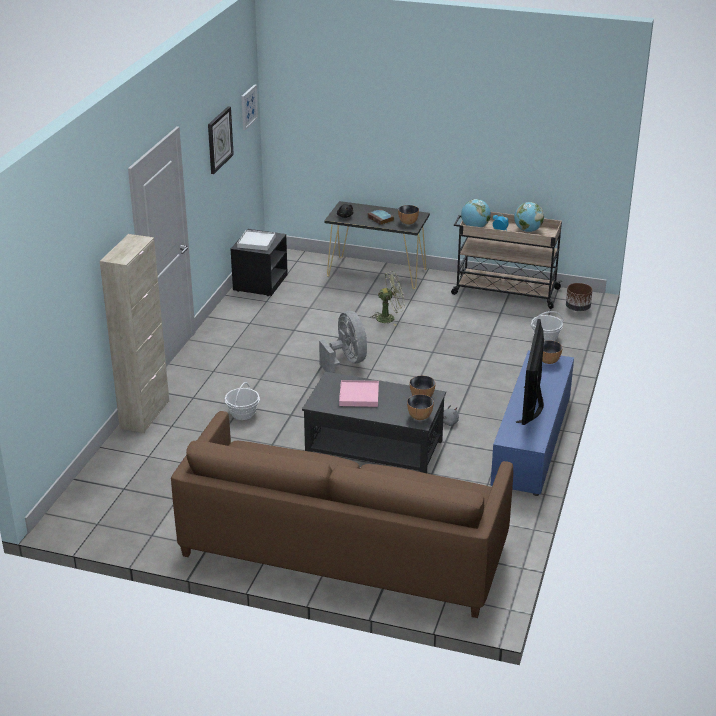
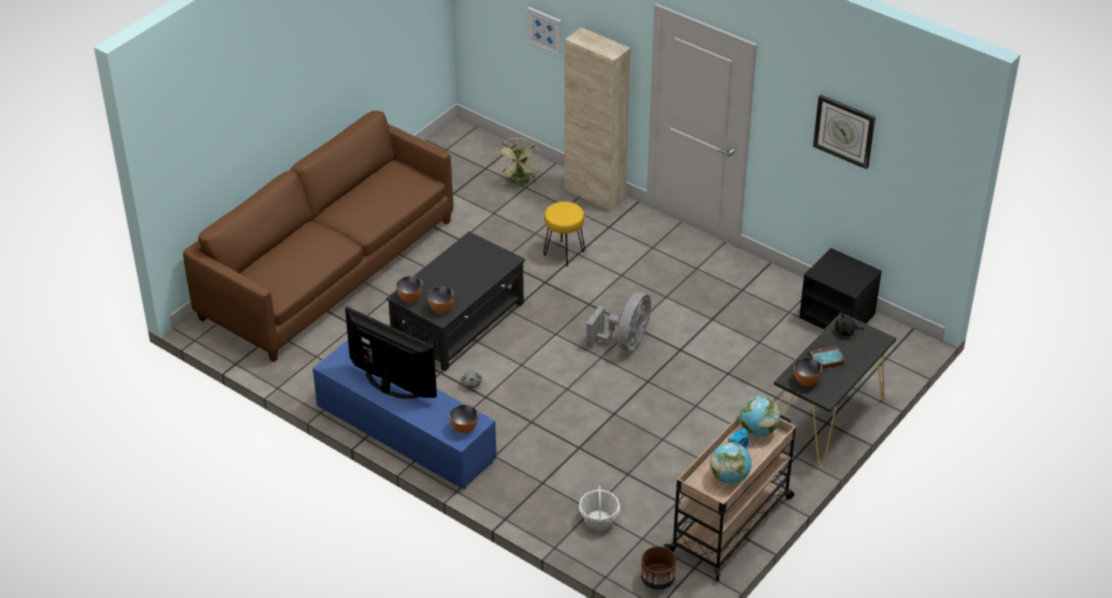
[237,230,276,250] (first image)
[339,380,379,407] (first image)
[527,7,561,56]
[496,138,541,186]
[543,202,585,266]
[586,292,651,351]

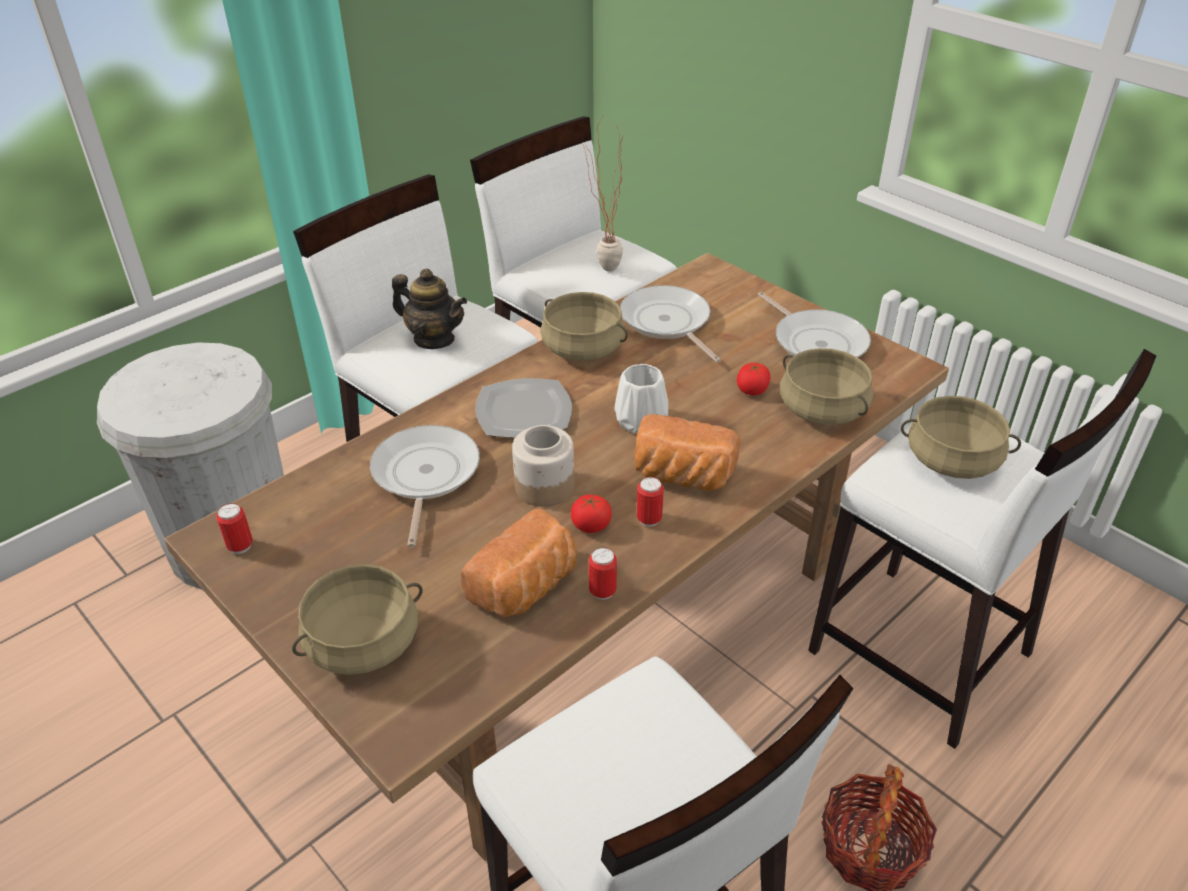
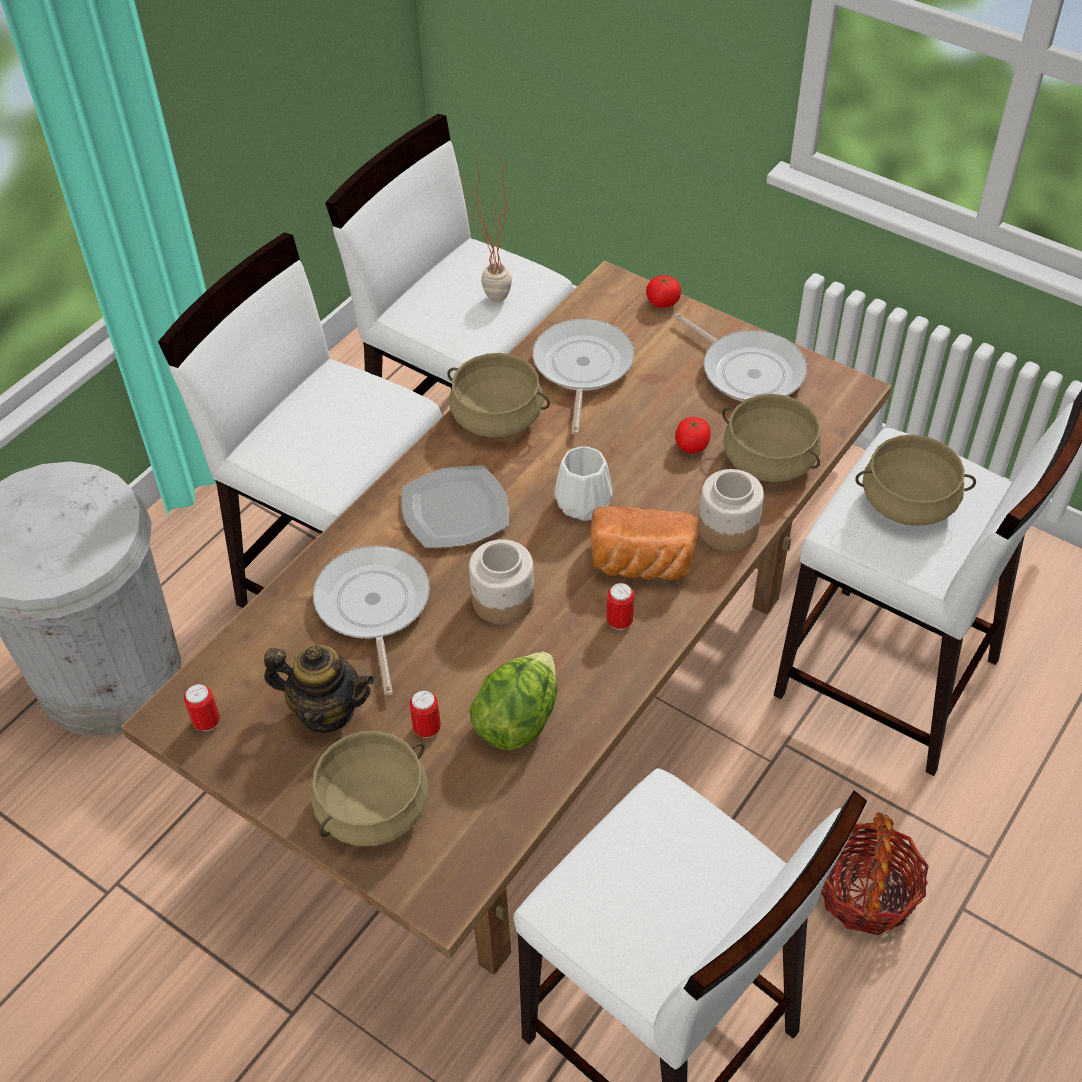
[698,469,764,552]
[264,645,375,733]
[646,275,681,308]
[410,690,441,738]
[470,652,557,750]
[533,319,634,435]

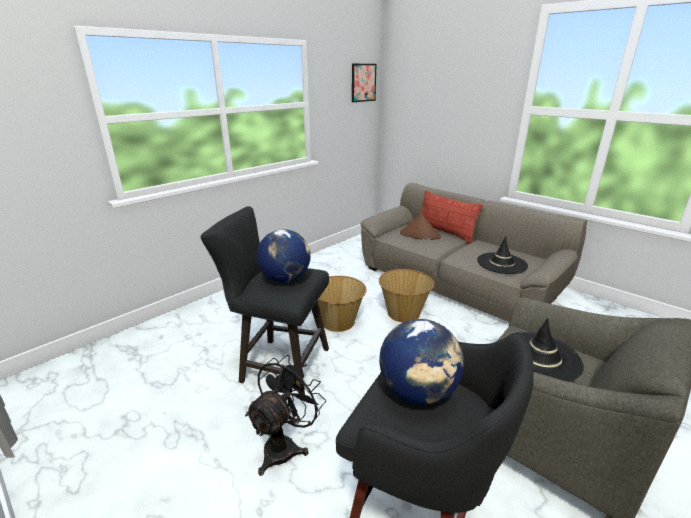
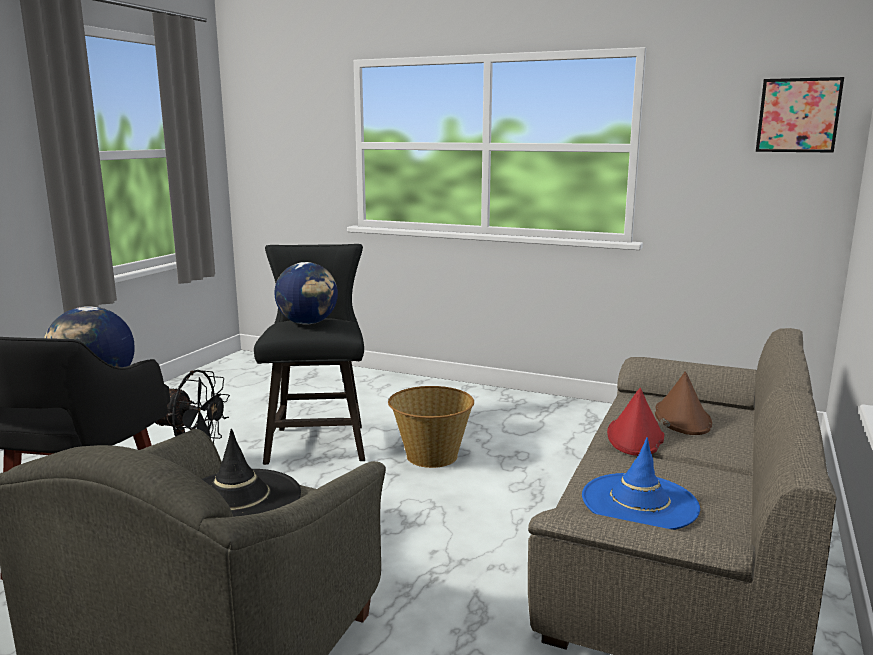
[379,269,434,323] (first image)
[420,191,483,243] (first image)
[607,388,664,456]
[582,437,700,530]

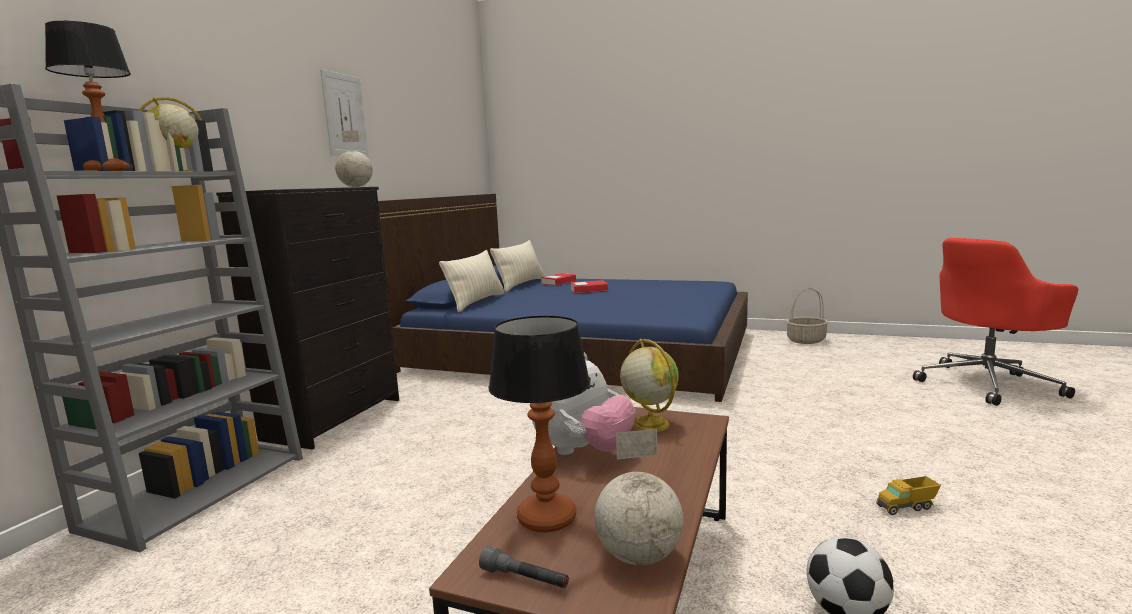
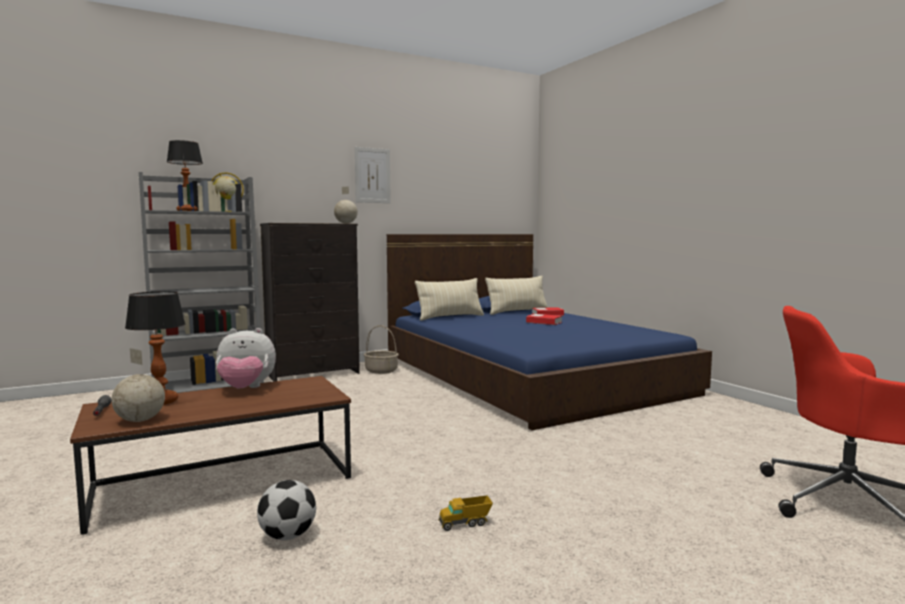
[620,339,679,432] (first image)
[364,325,399,374]
[439,496,493,531]

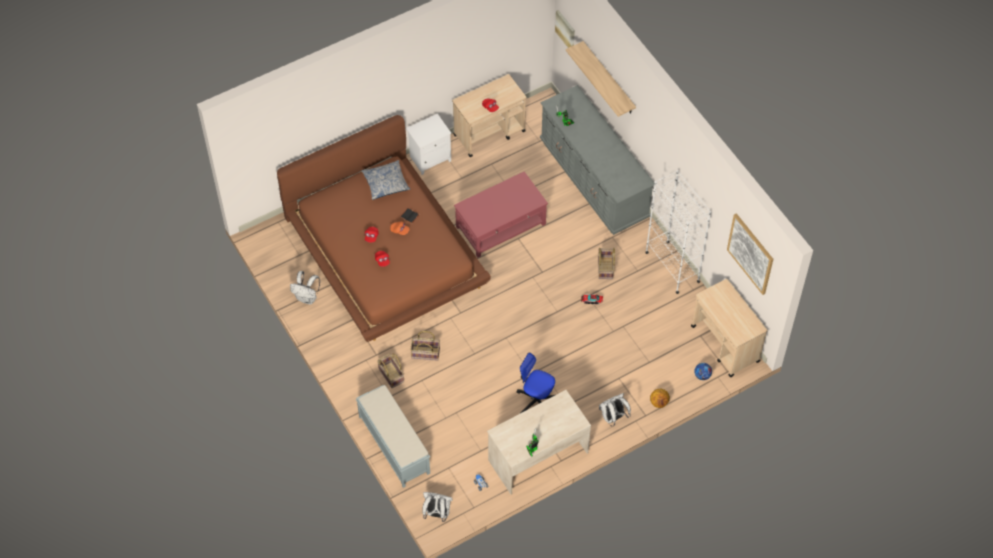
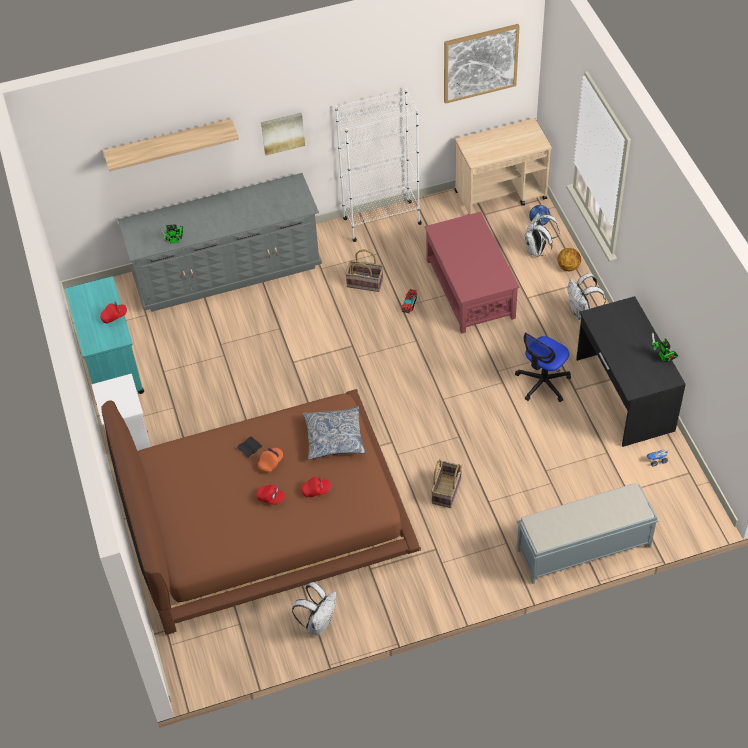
[377,353,404,388] (first image)
[303,406,365,460]
[525,213,560,257]
[425,212,519,334]
[261,113,305,155]
[65,276,144,405]
[576,296,686,447]

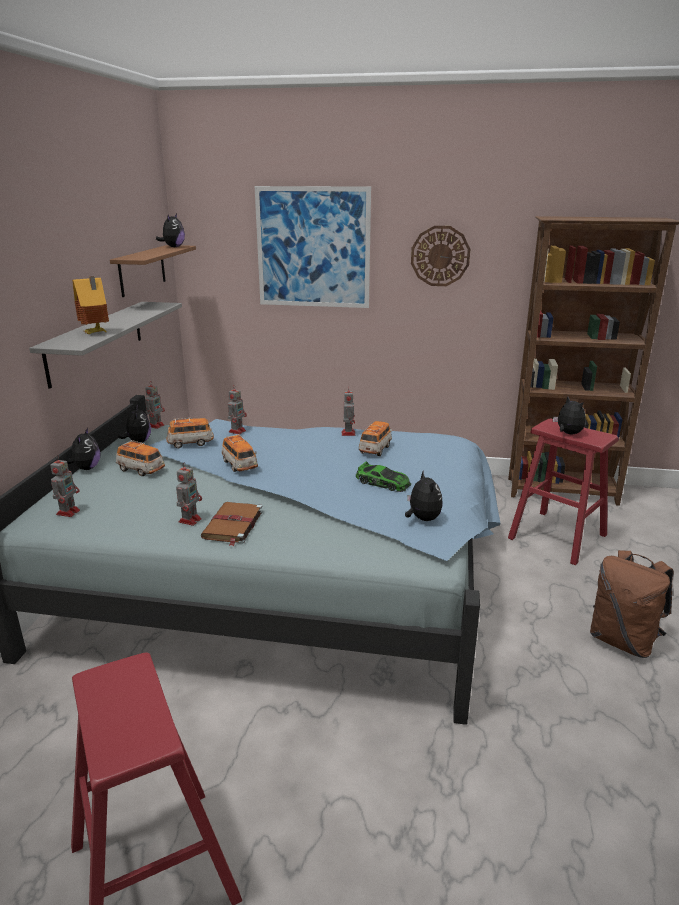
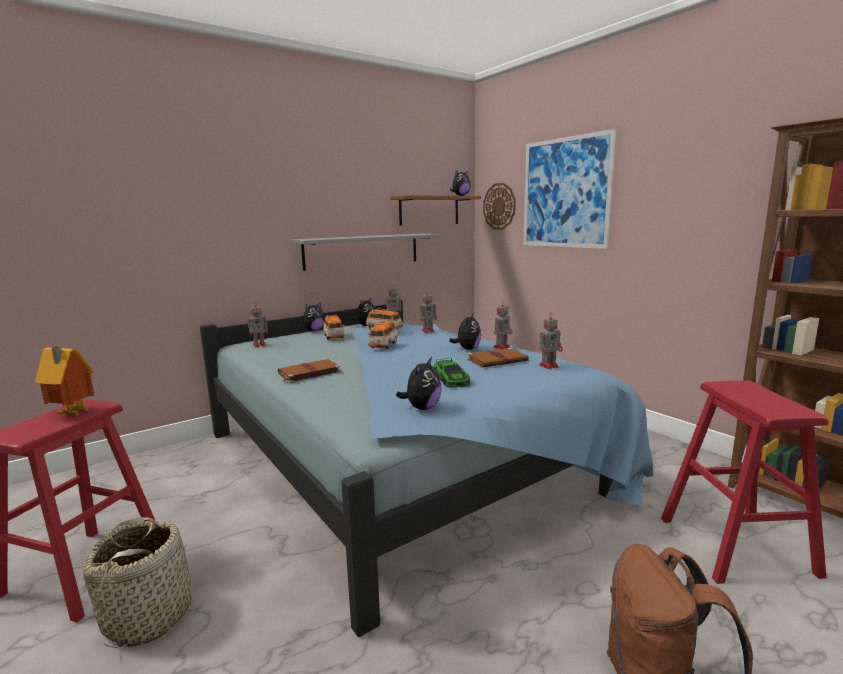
[83,517,191,648]
[35,347,94,416]
[539,312,563,369]
[483,183,516,230]
[449,313,481,350]
[467,348,529,367]

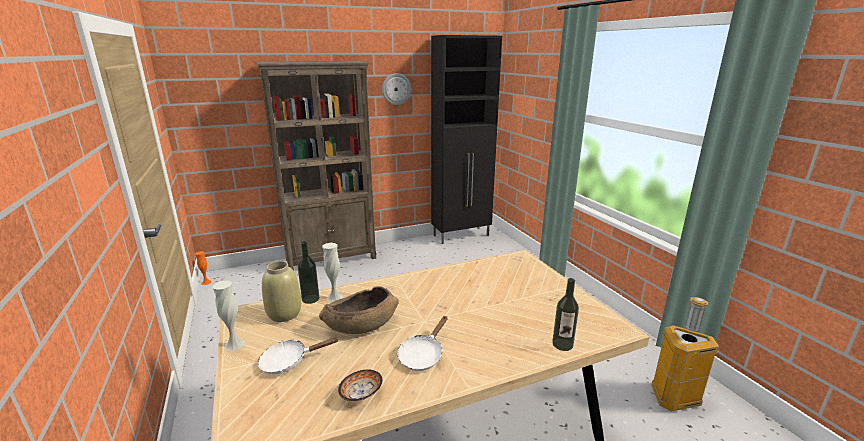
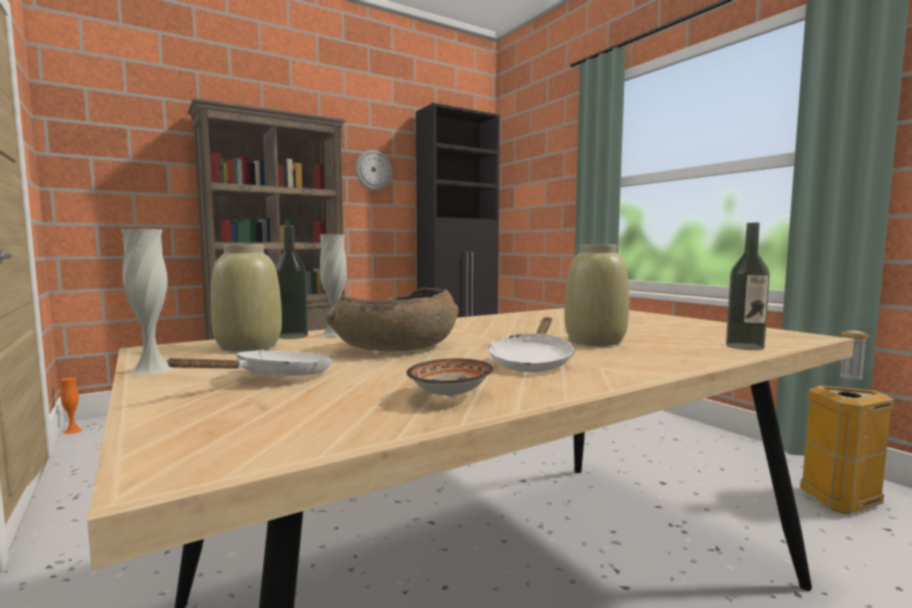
[565,245,629,346]
[166,351,333,376]

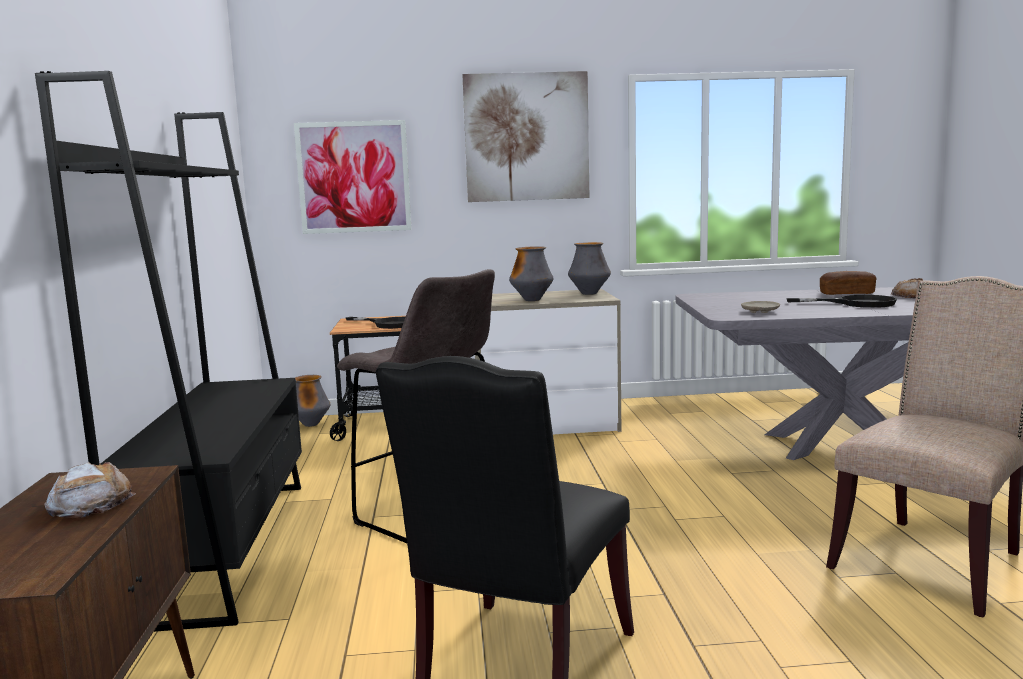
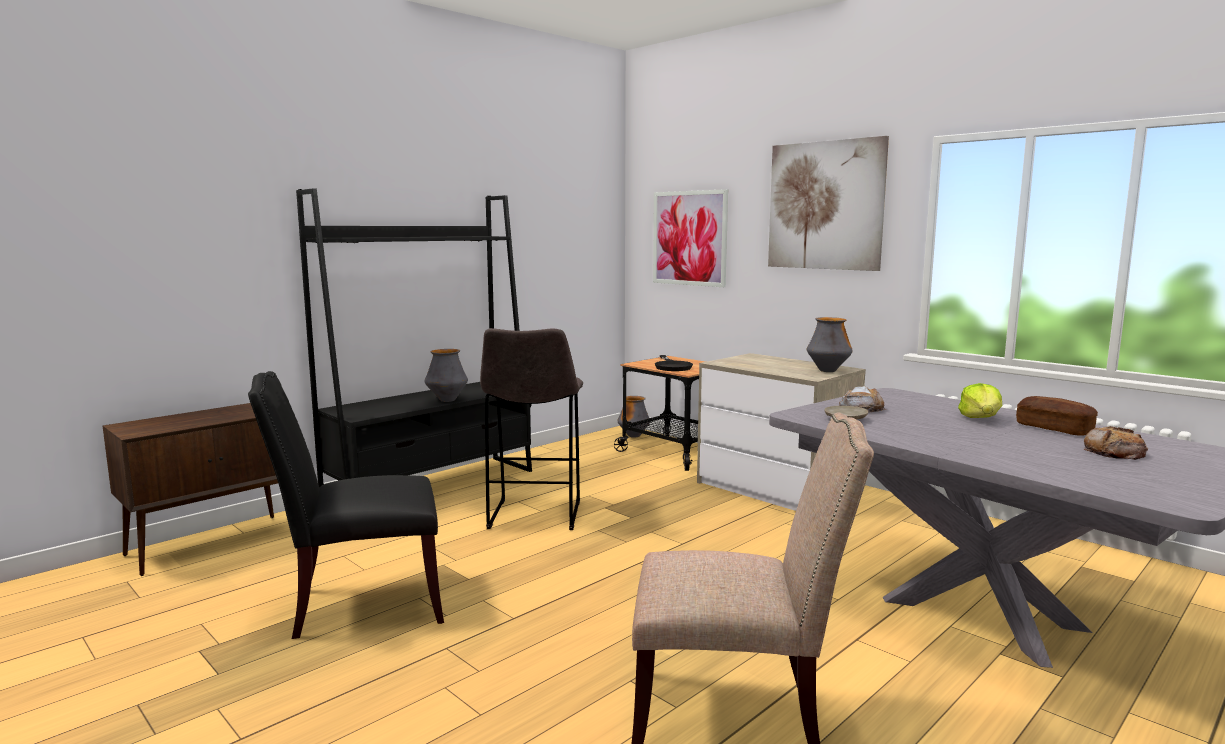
[786,295,897,308] (first image)
[958,383,1002,418]
[839,386,886,412]
[425,349,468,402]

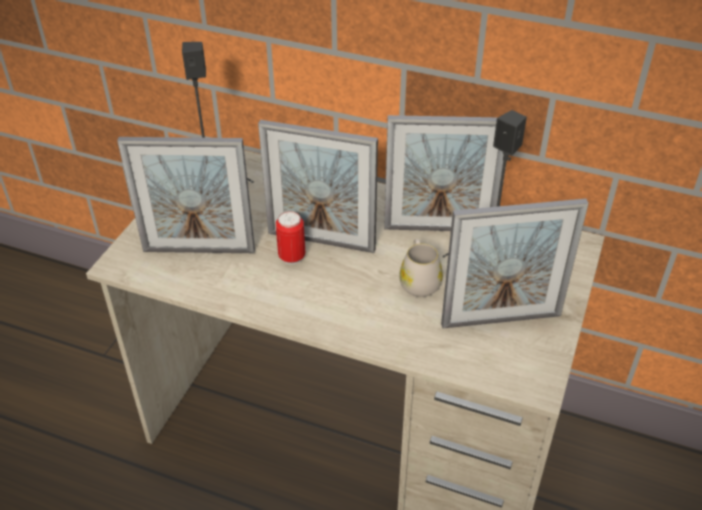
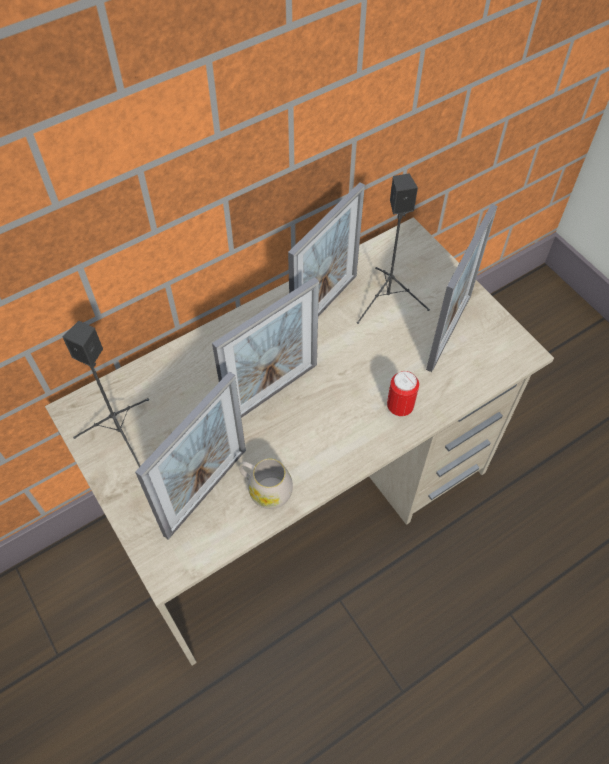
[387,371,419,417]
[239,458,293,509]

